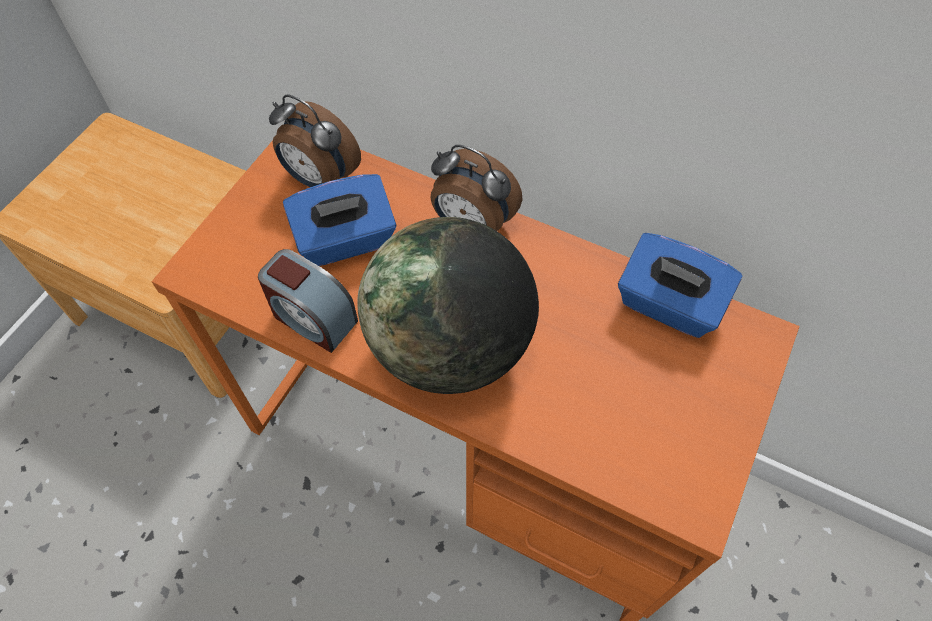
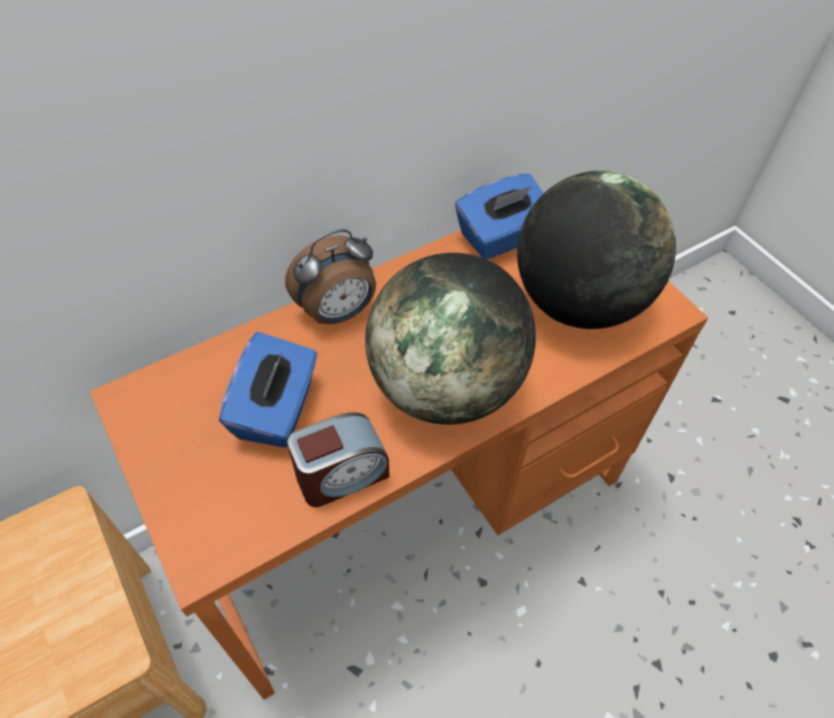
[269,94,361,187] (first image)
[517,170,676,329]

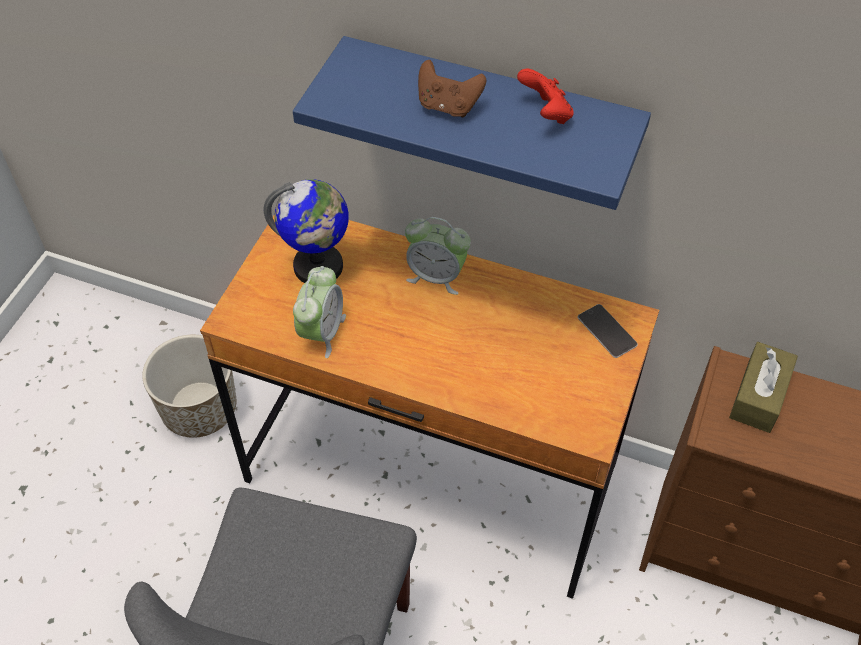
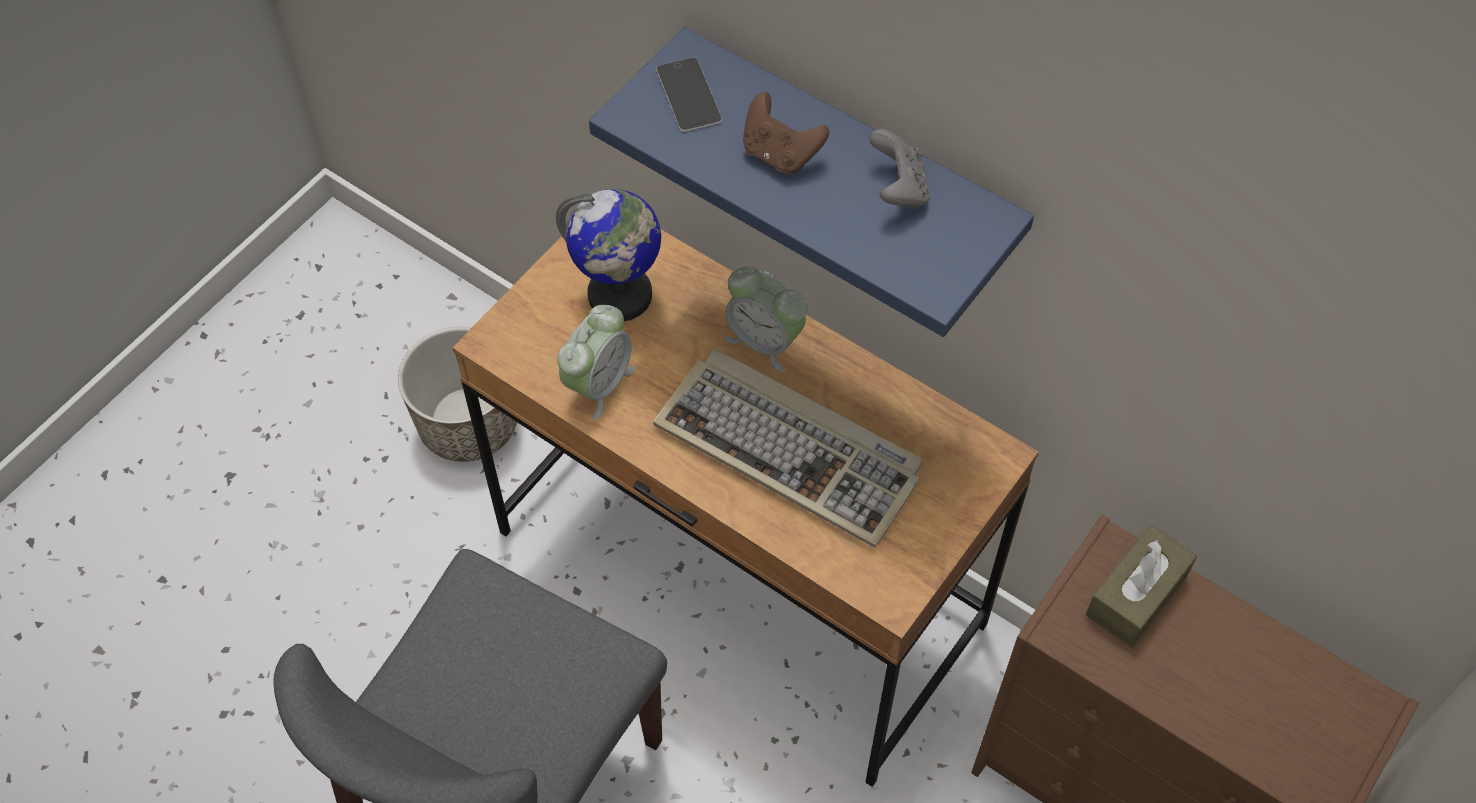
[653,349,922,547]
[656,57,722,132]
[869,129,930,209]

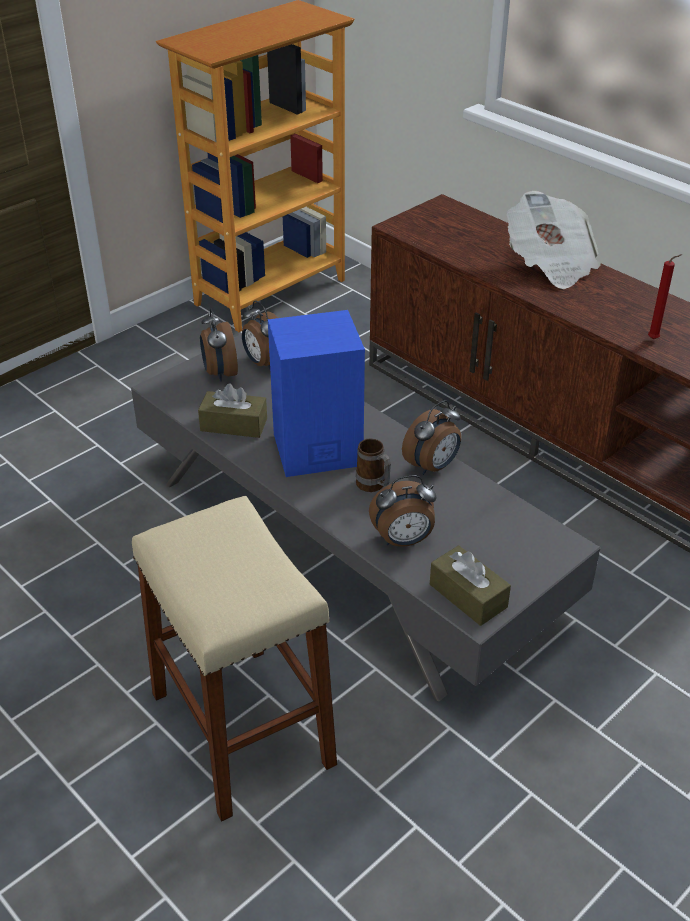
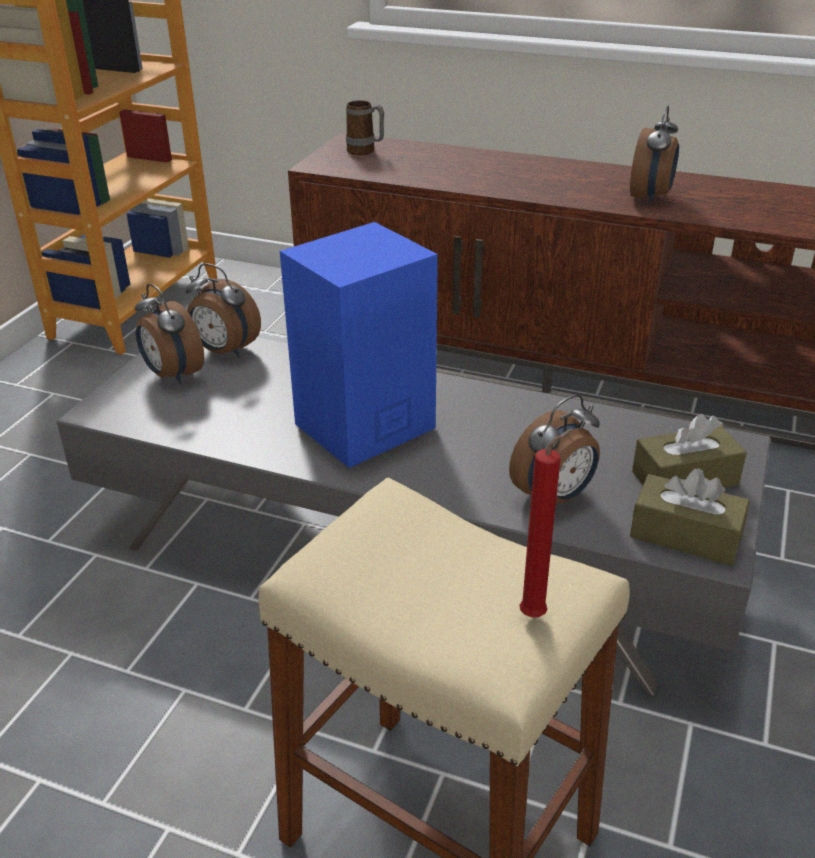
[507,191,601,289] (first image)
[632,414,747,488]
[346,100,384,155]
[630,106,679,204]
[519,429,573,617]

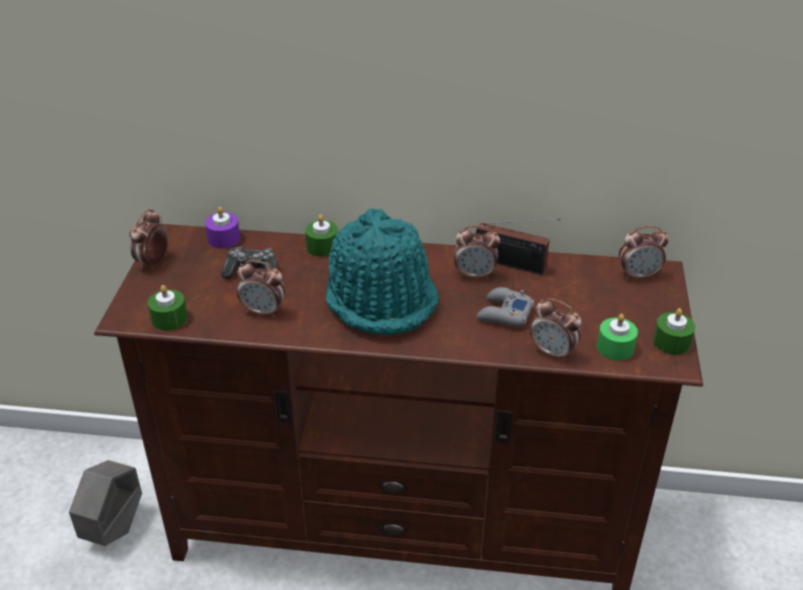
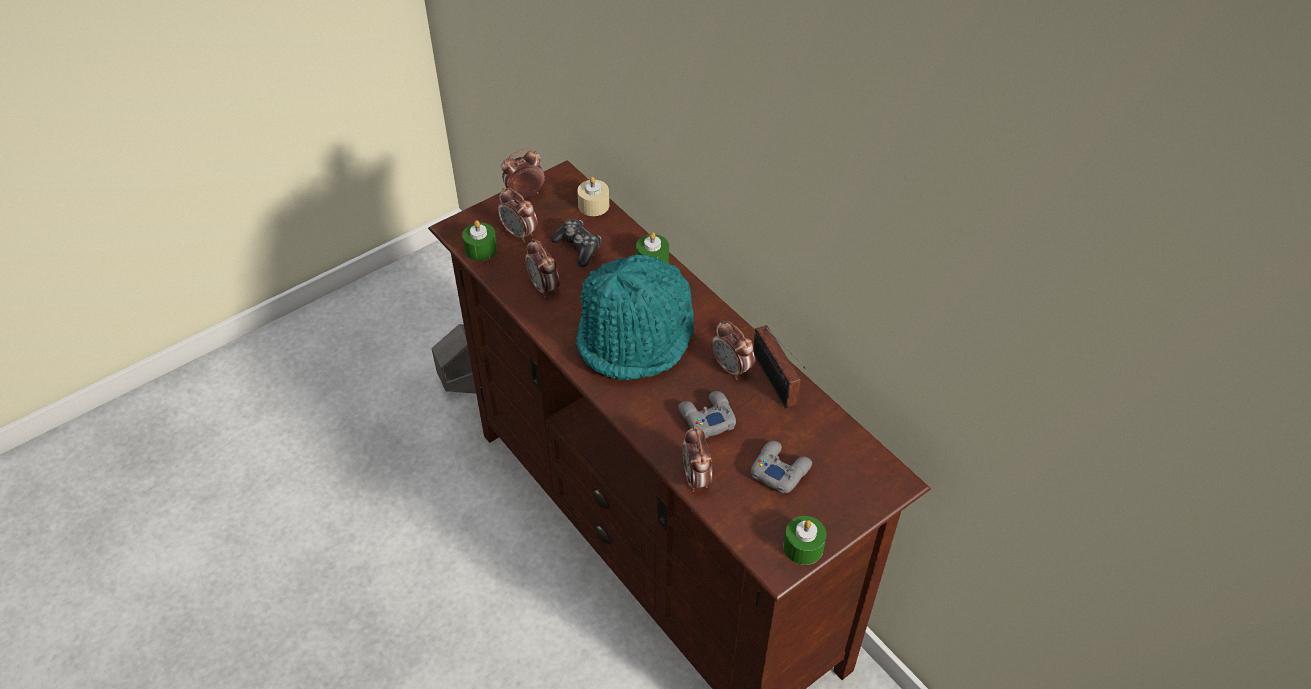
[597,314,638,361] (first image)
[751,441,812,494]
[497,188,538,243]
[577,177,609,216]

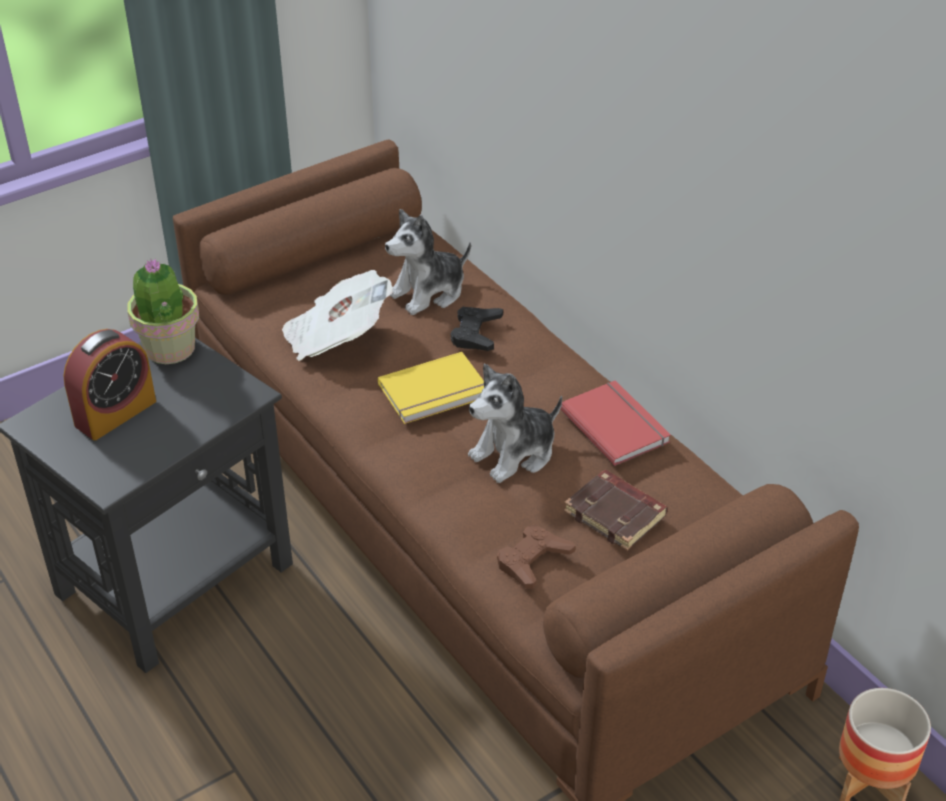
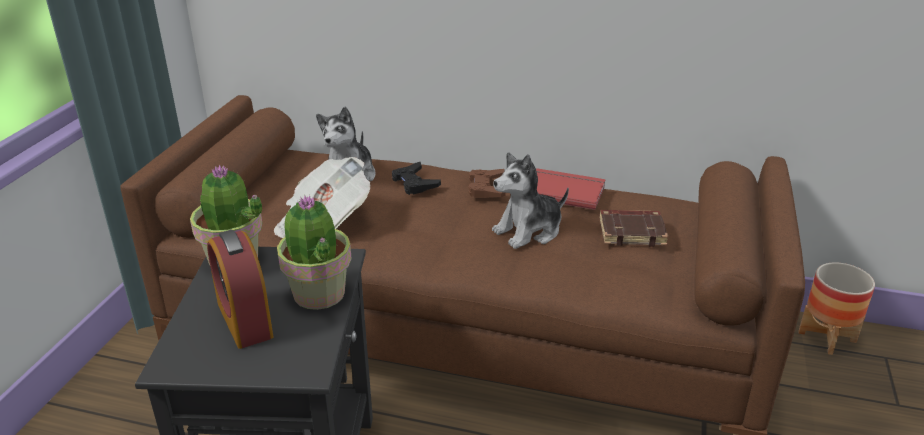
[378,352,484,424] (first image)
[277,195,352,310]
[468,169,505,198]
[207,230,273,349]
[492,152,569,249]

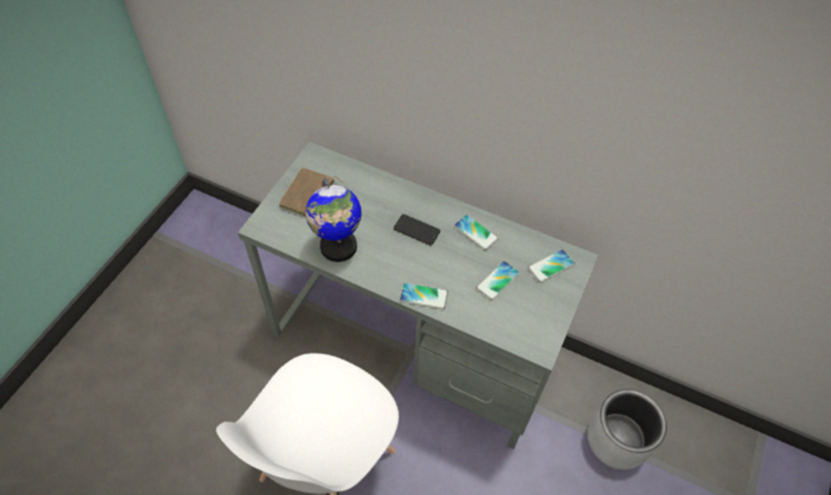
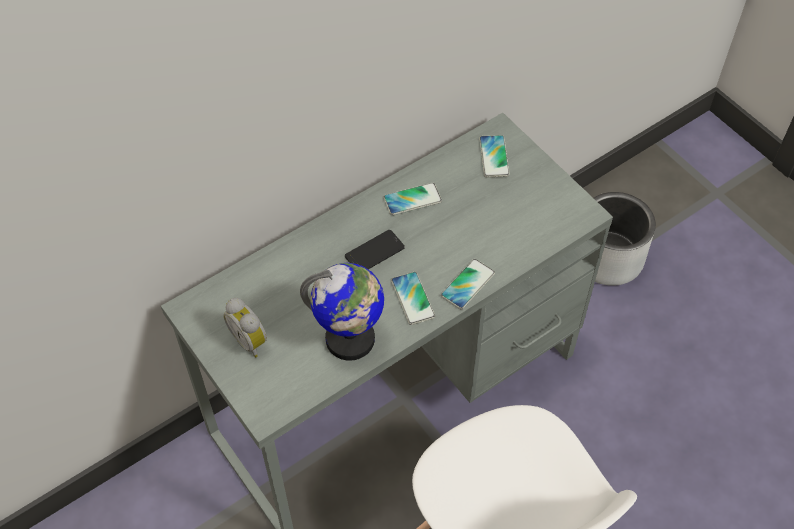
[391,272,435,325]
[223,298,267,358]

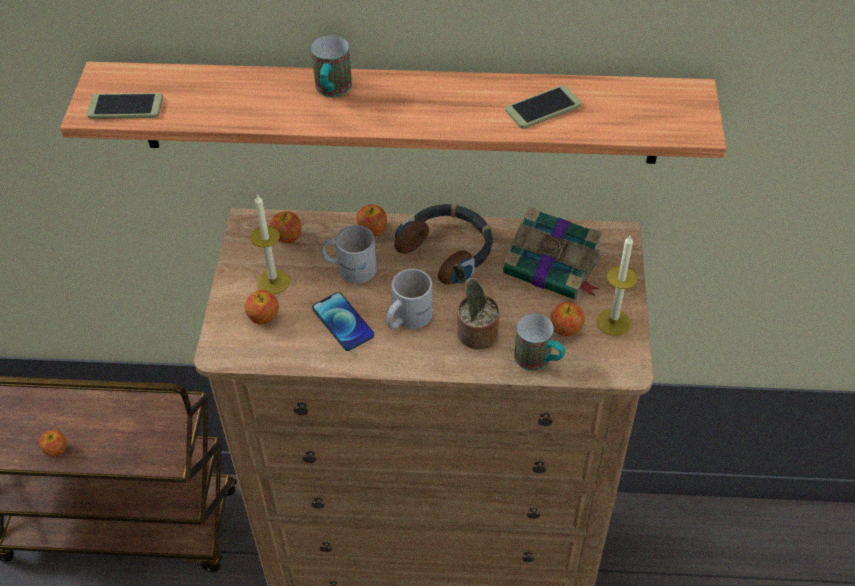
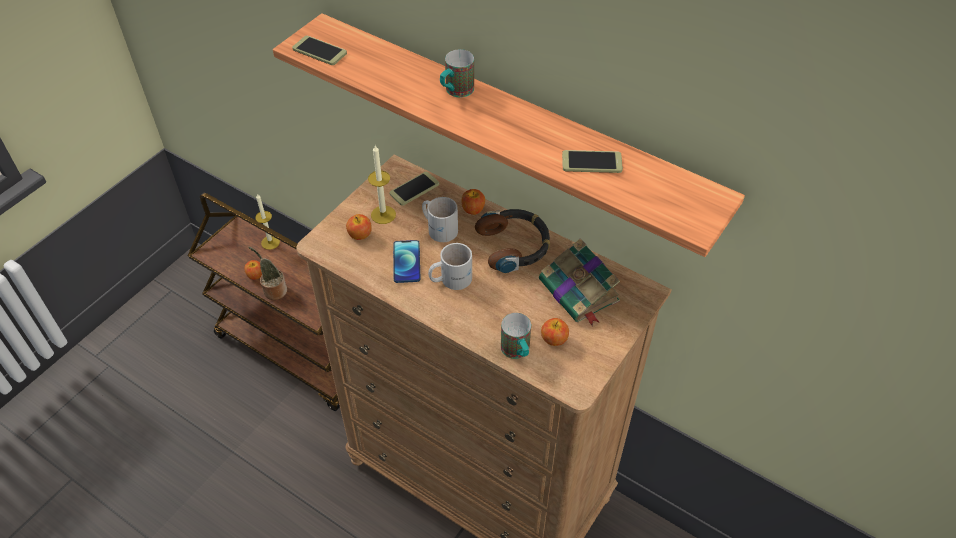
[248,247,287,300]
[255,194,280,250]
[389,172,439,206]

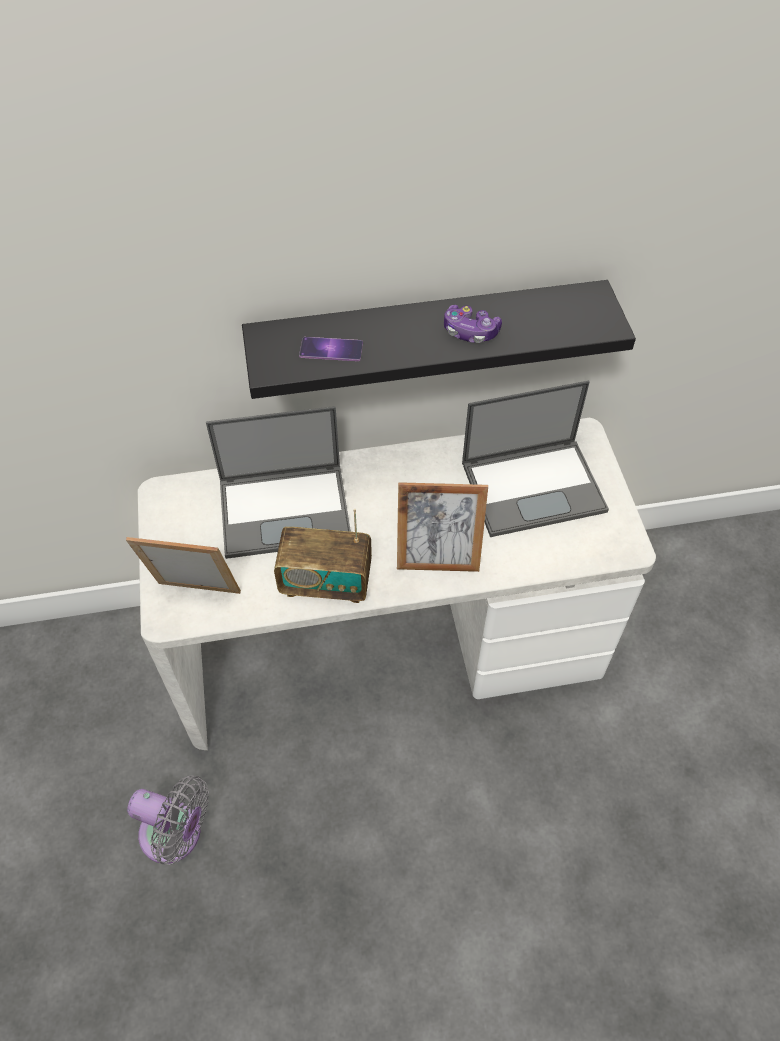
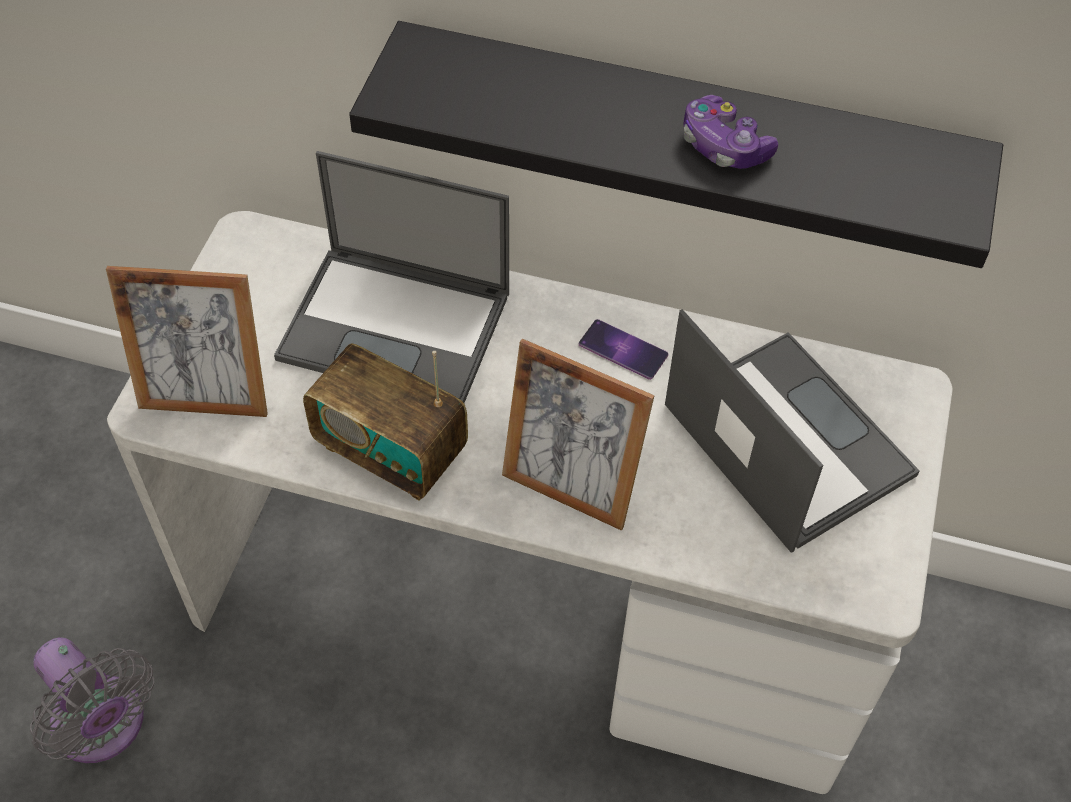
[579,319,668,380]
[106,266,268,417]
[665,309,920,553]

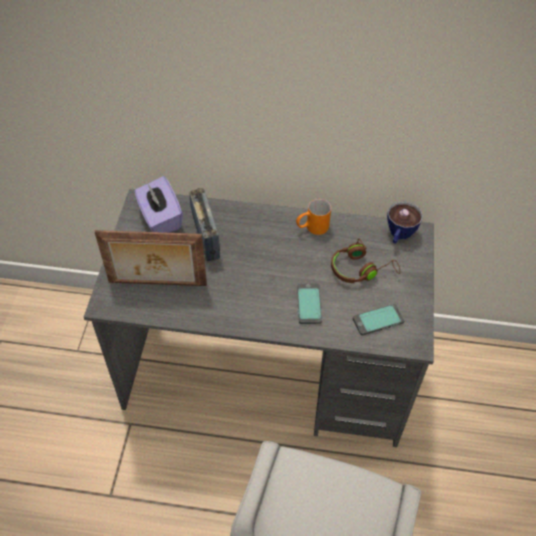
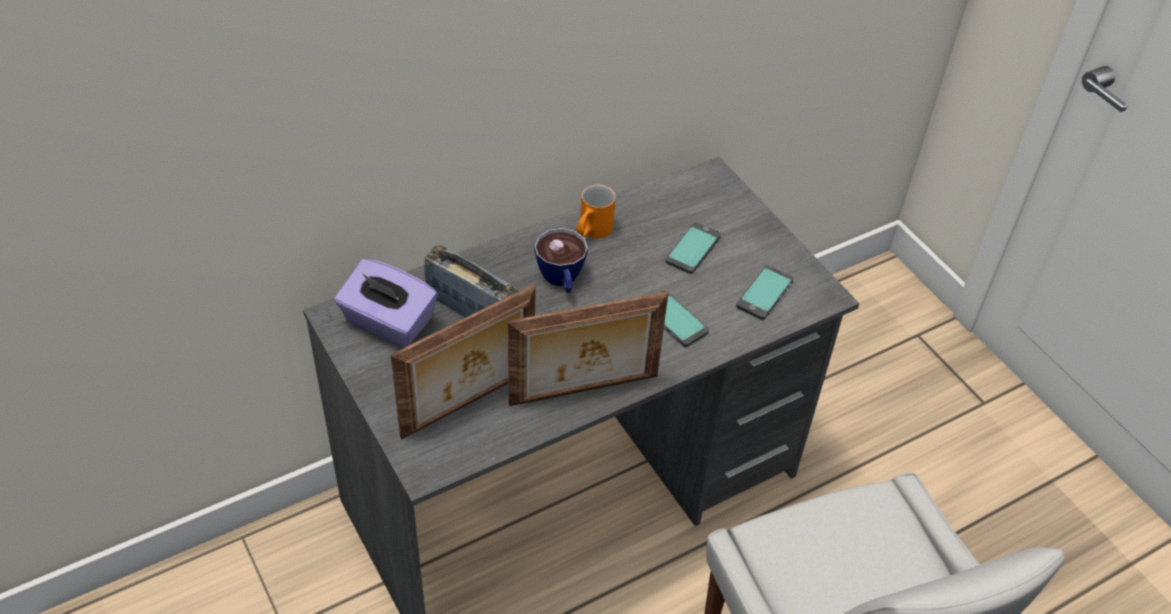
[508,291,668,406]
[534,228,588,293]
[665,222,721,274]

